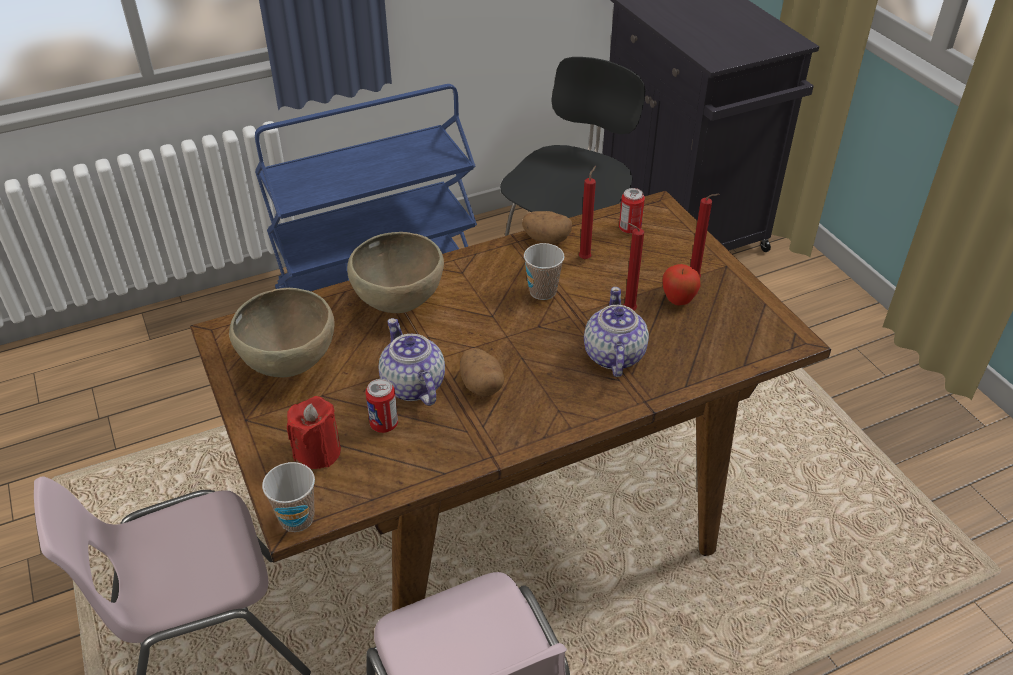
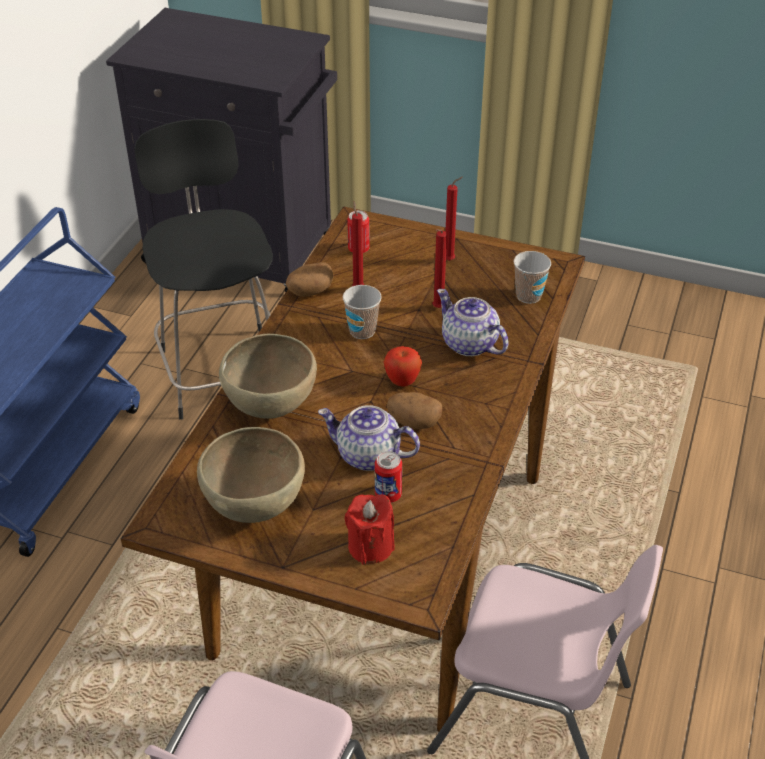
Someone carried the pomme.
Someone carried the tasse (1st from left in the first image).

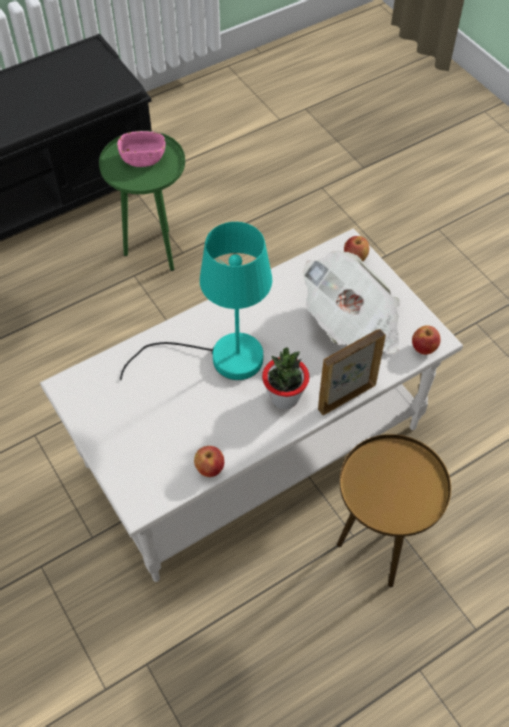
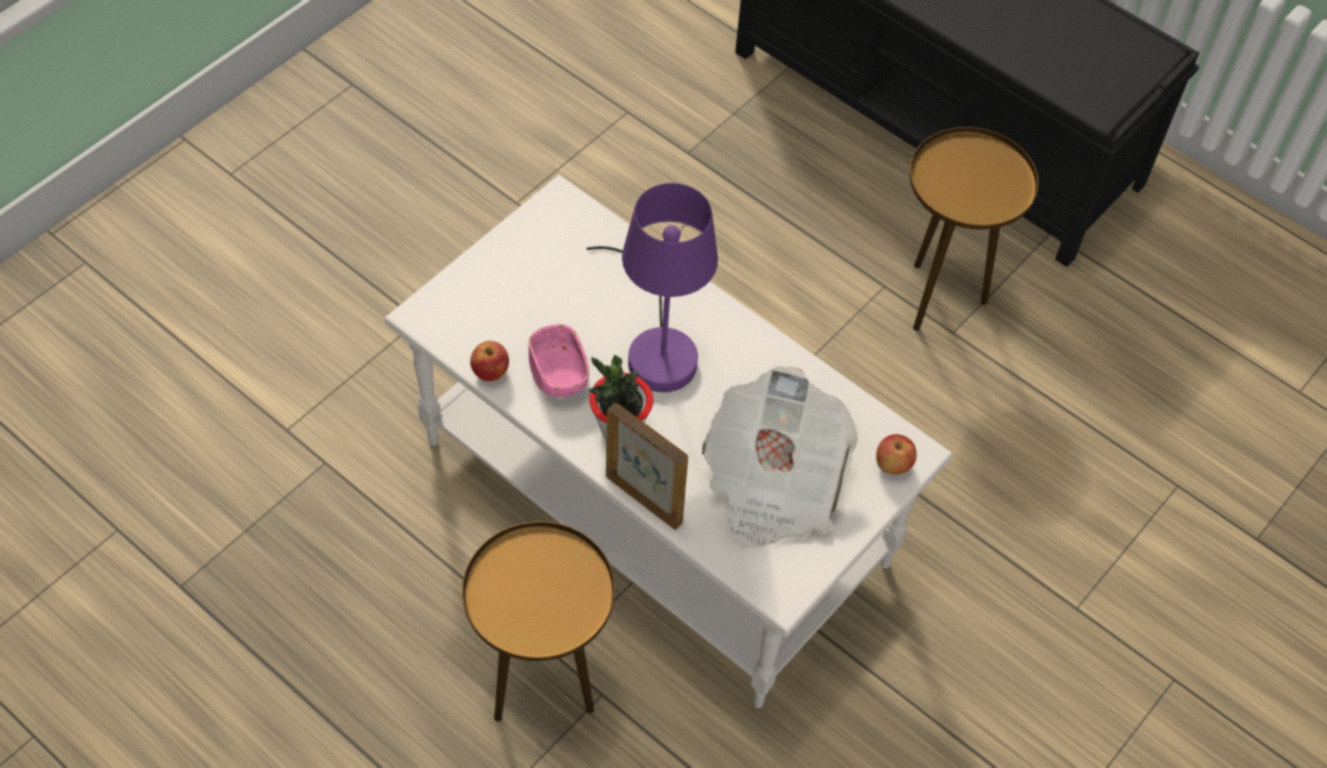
Someone repainted the table d'appoint [vert], which became the table d'appoint [marron] (2nd from left).
Someone carried the bol [rose].
Someone repainted the lampe de table [turquoise], which became the lampe de table [violet].
Someone took away the pomme (3rd from left).

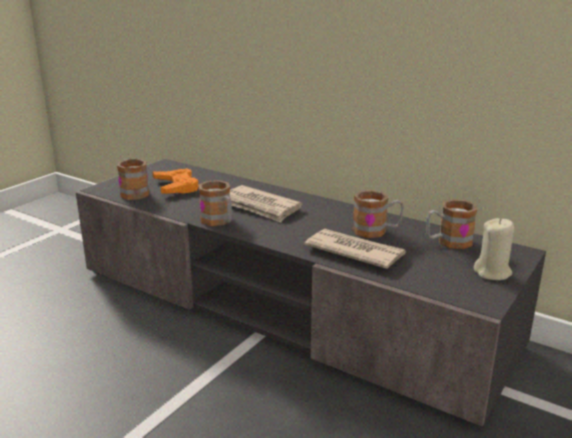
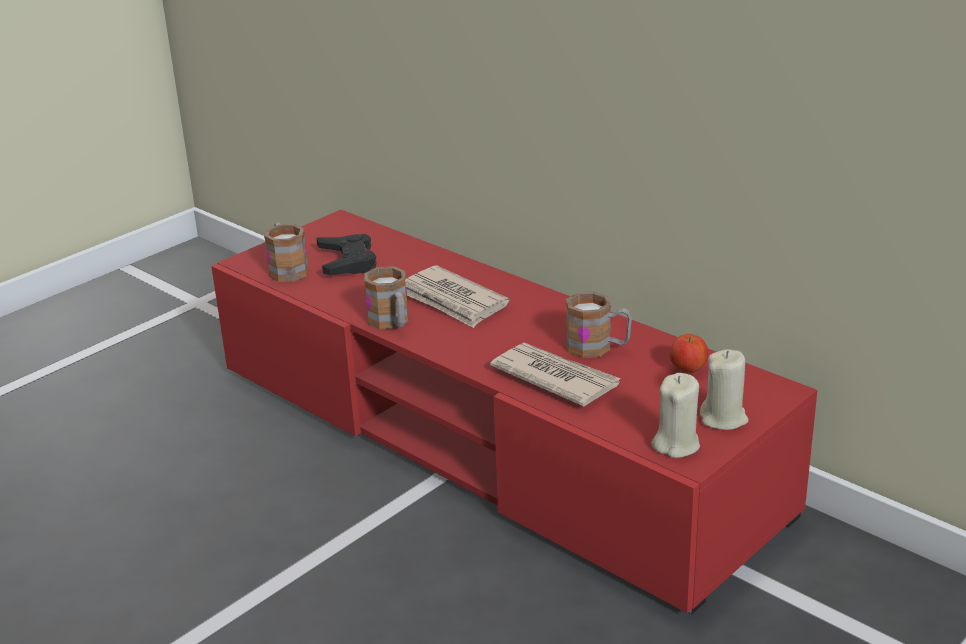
Someone repainted the meuble télé [gris], which became the meuble télé [rouge].
Someone repainted the manette [orange], which became the manette [noir].
Someone swapped the mug (4th from left) for the pomme.
Someone put down the bougie [beige] (1st from left).

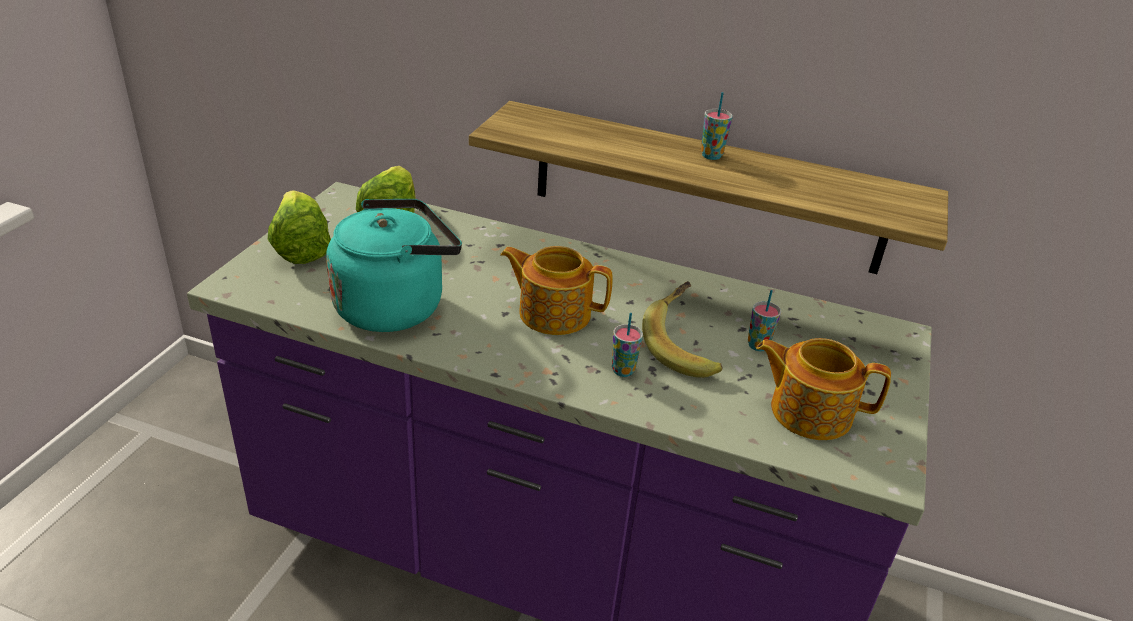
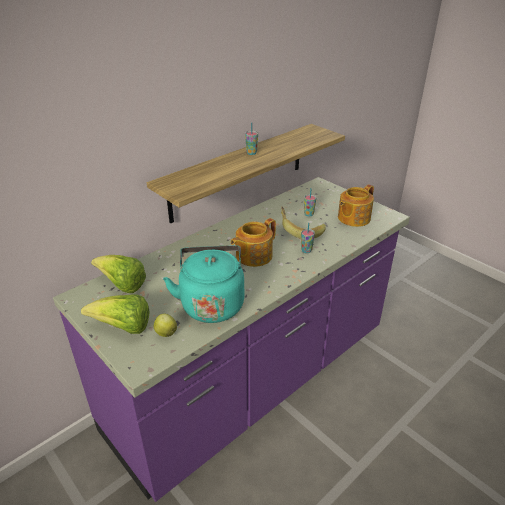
Someone put down the pomme.

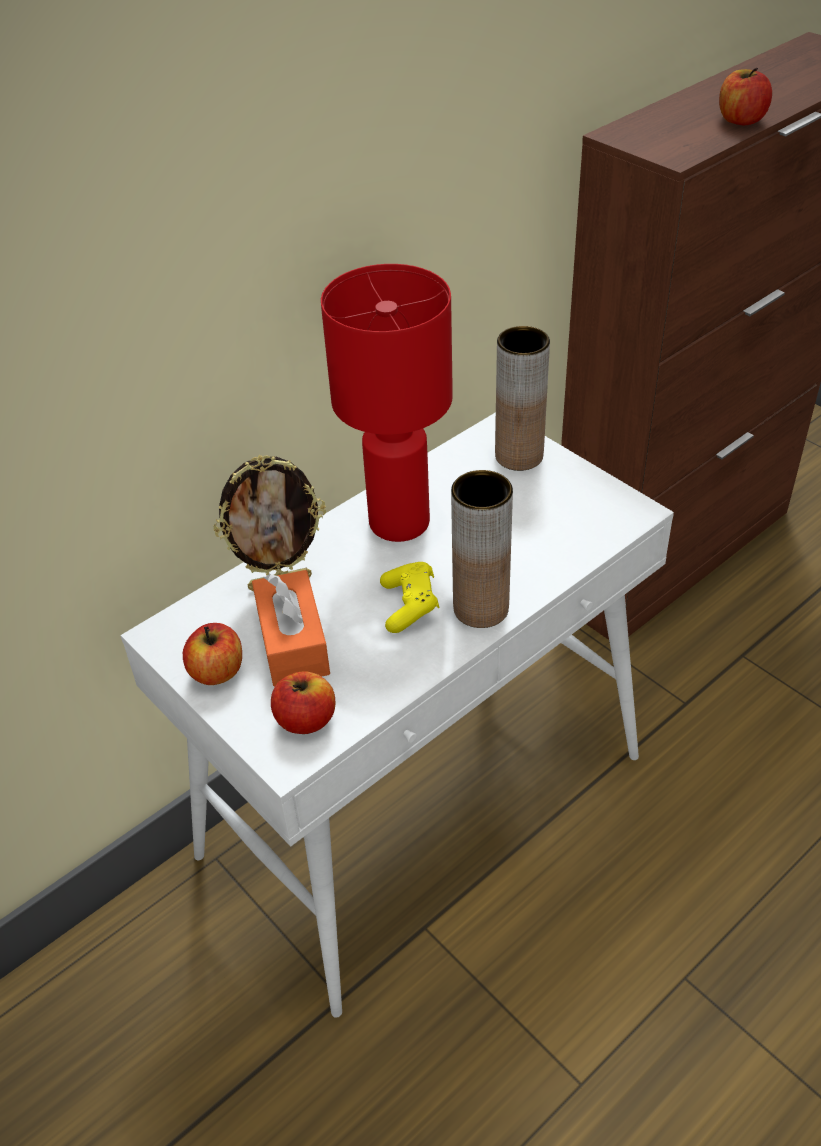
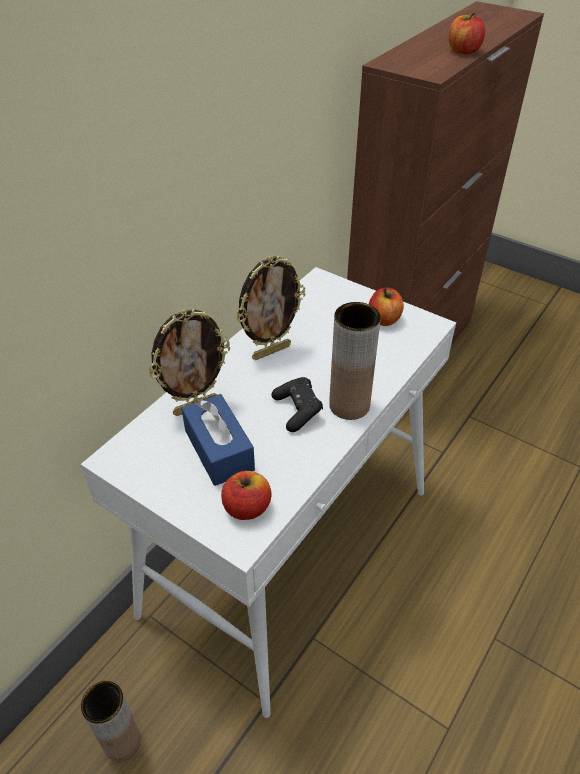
Someone swapped the lampe de table [rouge] for the cadre photo (2nd from left).
Someone carried the vase [marron] (2nd from left in the first image).
Someone repainted the manette [jaune], which became the manette [noir].
Someone repainted the boîte à mouchoirs [orange], which became the boîte à mouchoirs [bleu].
Someone carried the pomme (1st from left in the first image).

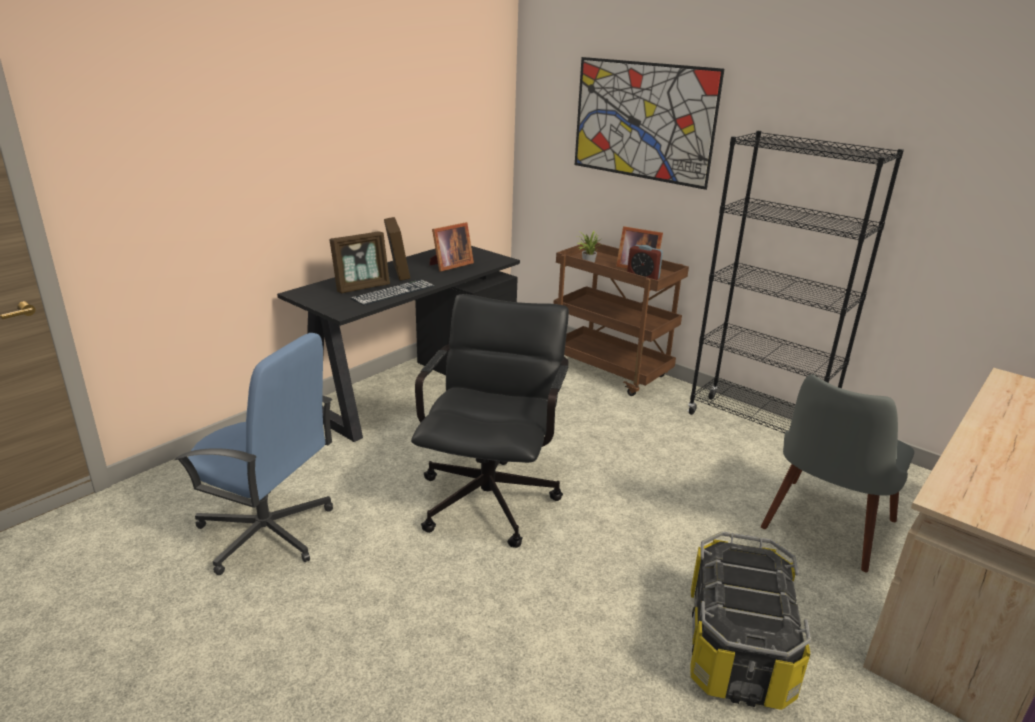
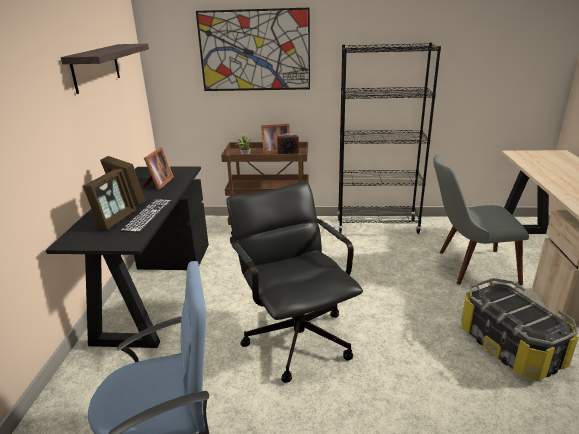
Someone rotated the chaise [gris] by 90 degrees clockwise.
Someone put up the étagère.

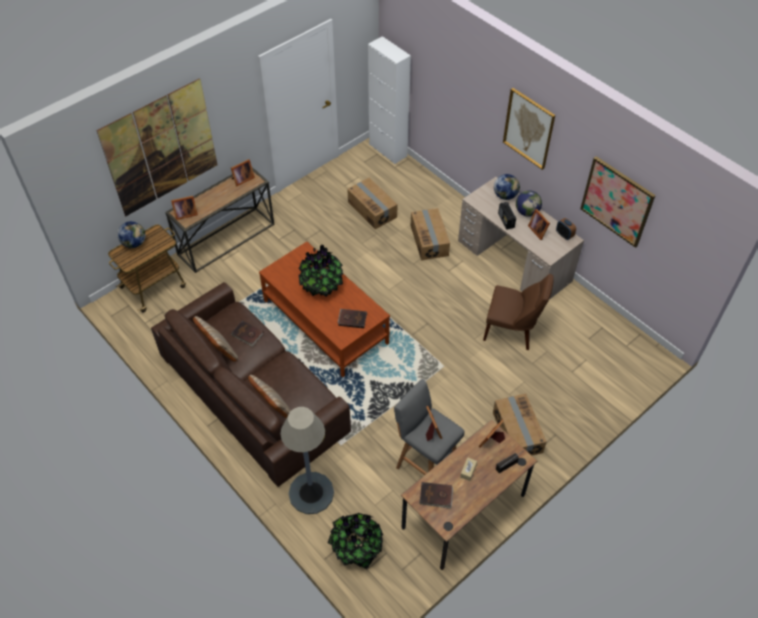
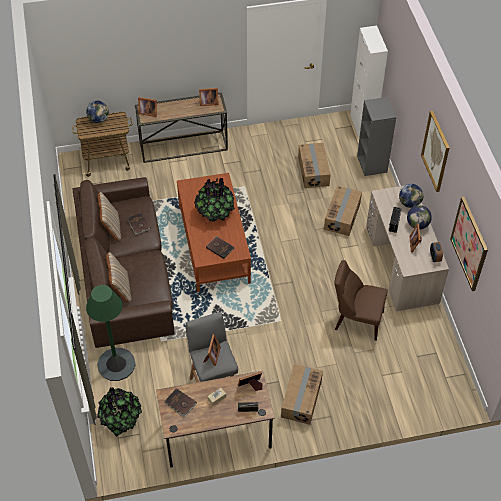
Someone took away the tableau (1st from left).
Someone rotated the chaise [marron] by 150 degrees clockwise.
Someone repainted the lampadaire [gris], which became the lampadaire [vert].
Someone put down the bibliothèque [gris].

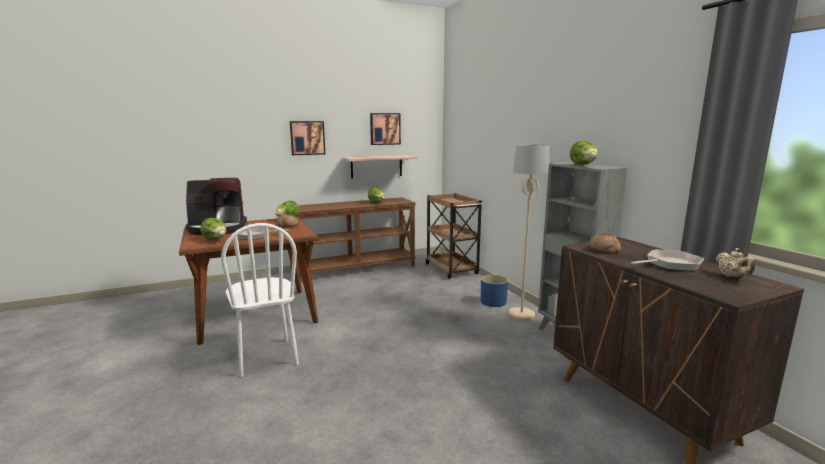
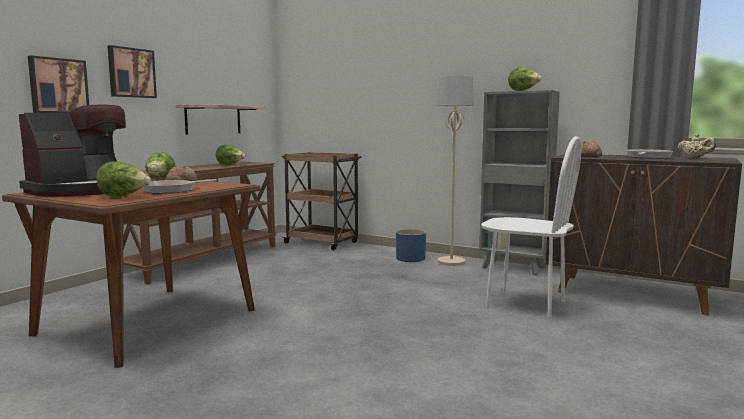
Someone carried the tableau (2nd from left in the first image).
Someone carried the chaise [blanc].

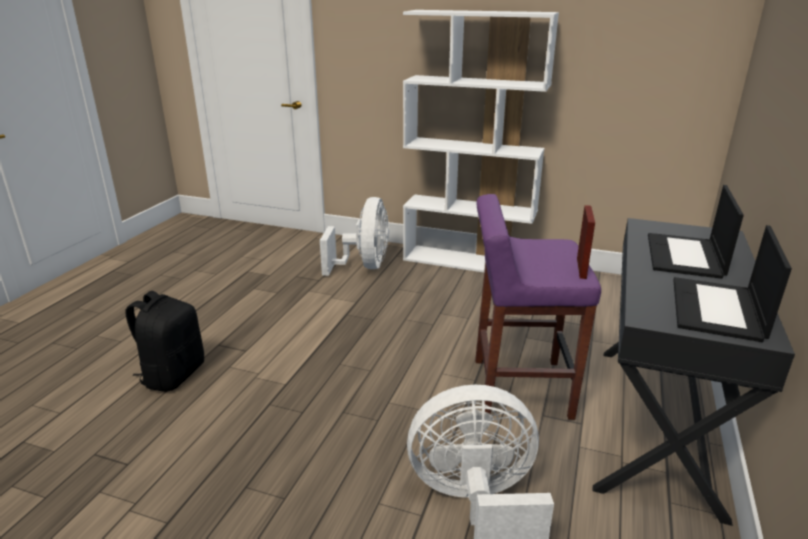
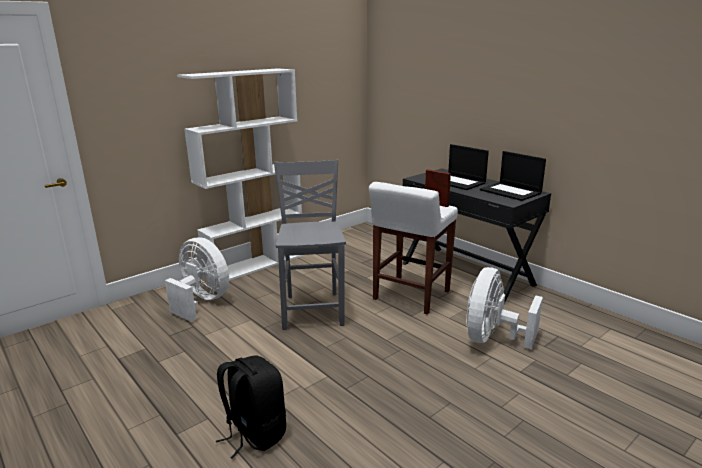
Someone repainted the tabouret [violet], which became the tabouret [blanc].
Someone put down the chaise [gris].

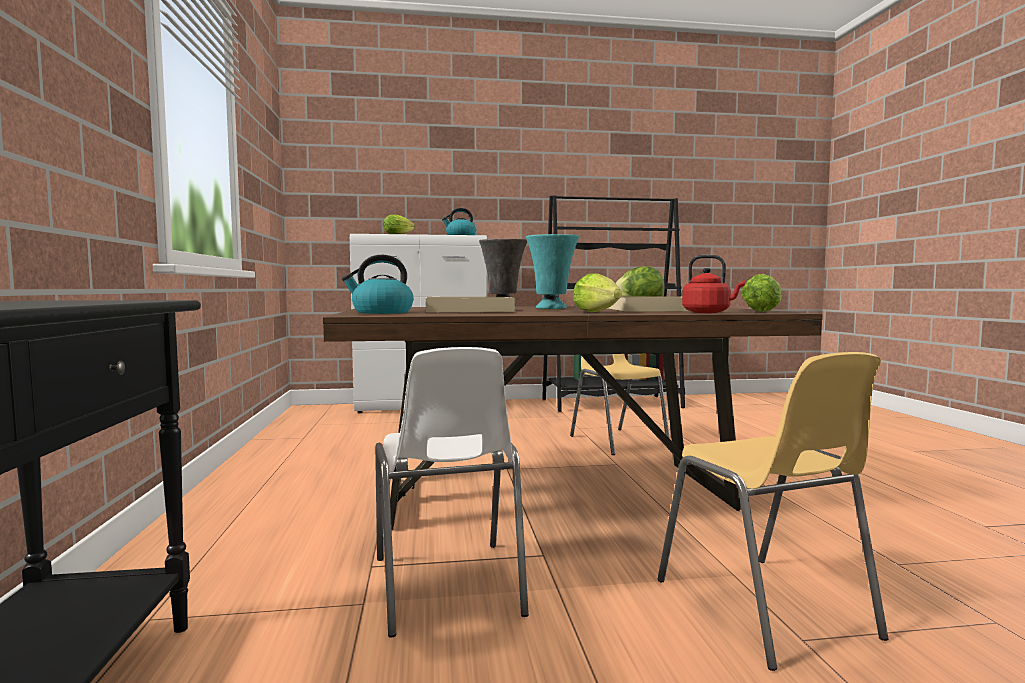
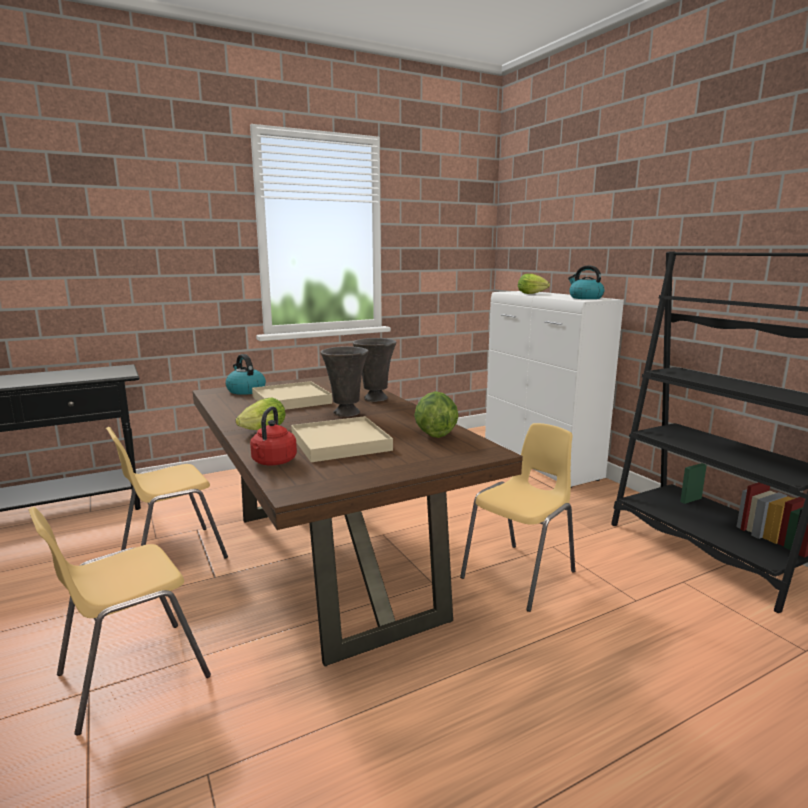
Someone repainted the vase [turquoise], which became the vase [gris] (1st from left).
Someone took away the laitue (4th from left).
Someone repainted the chaise [blanc], which became the chaise [jaune] (2nd from left).

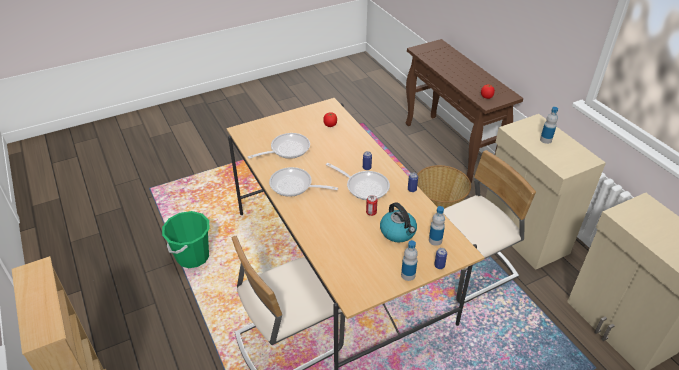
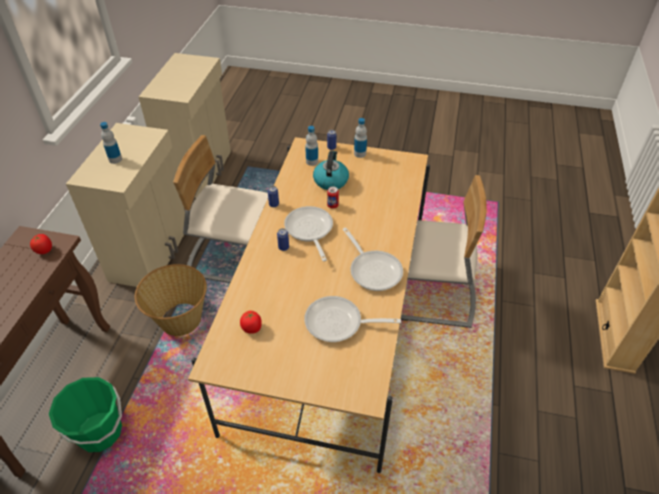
Someone carried the seau [vert].

